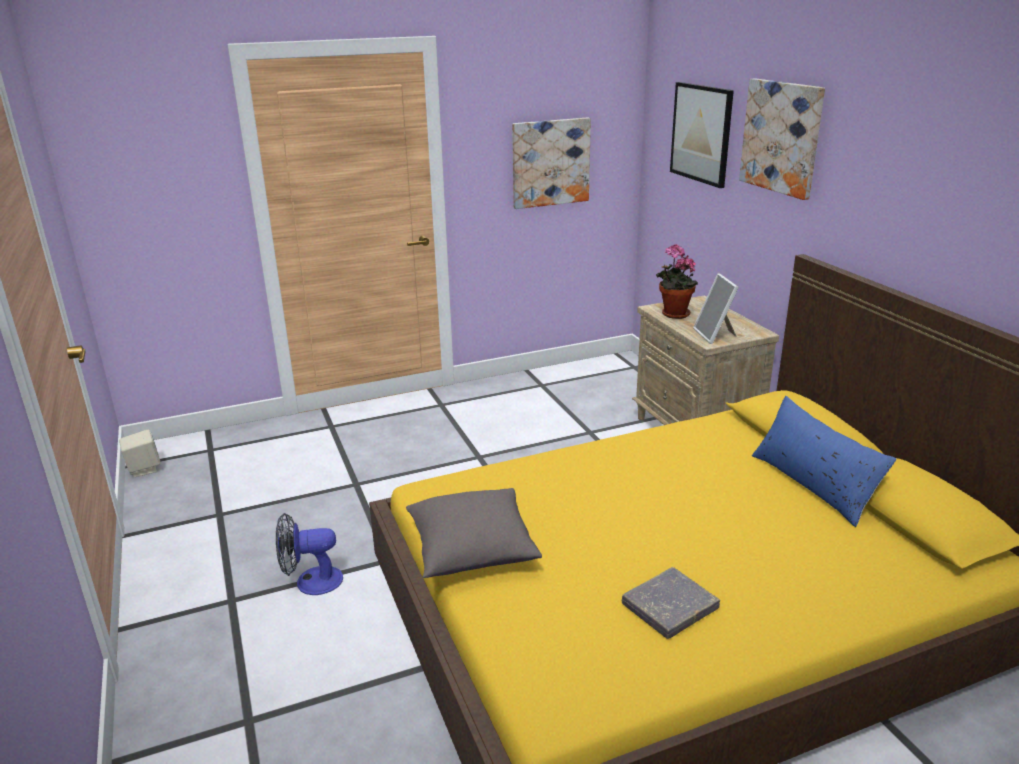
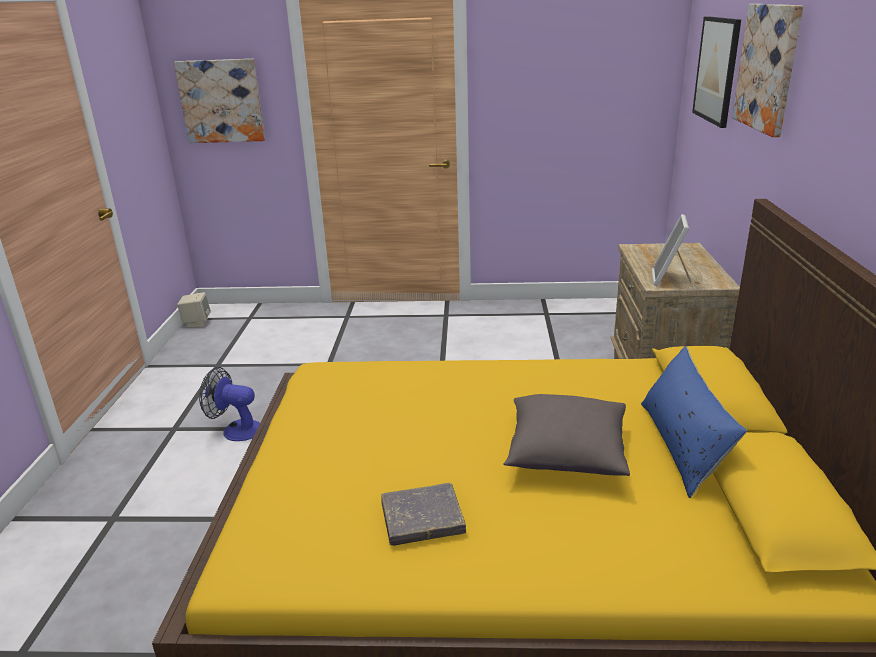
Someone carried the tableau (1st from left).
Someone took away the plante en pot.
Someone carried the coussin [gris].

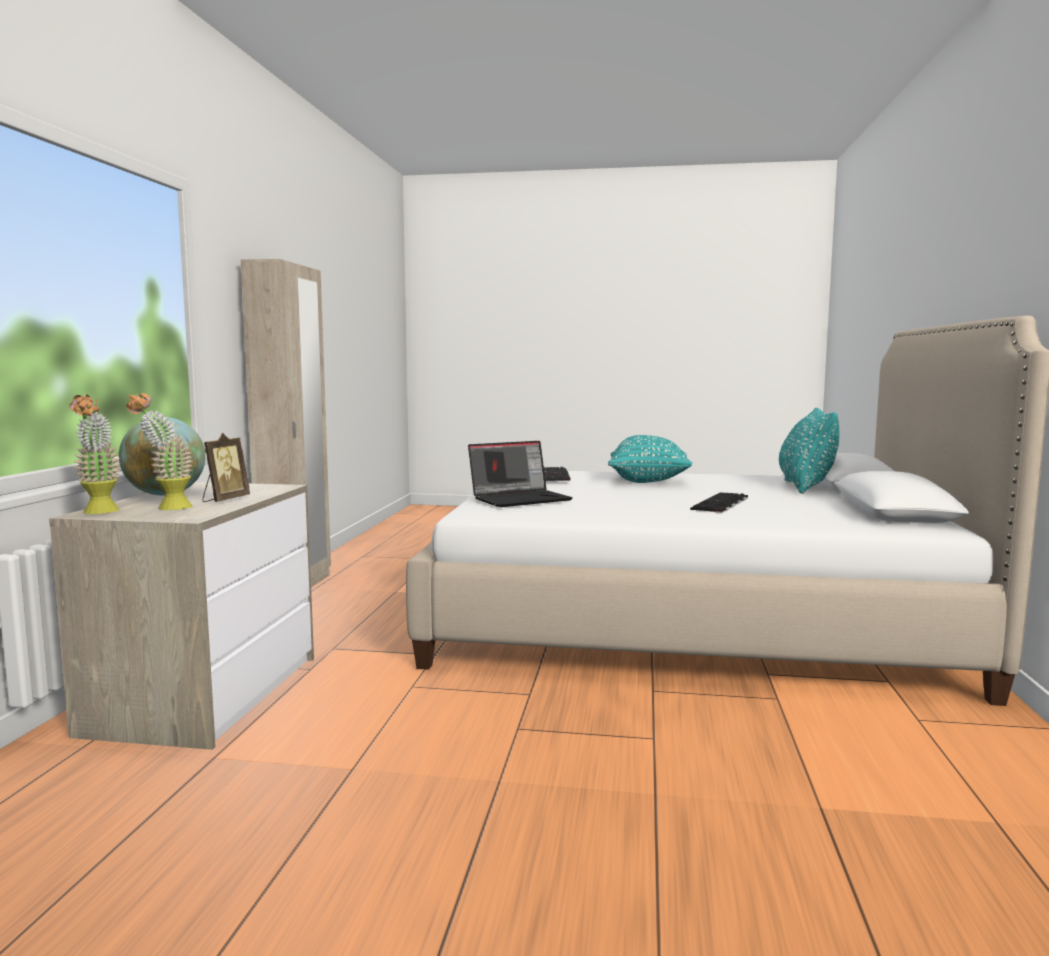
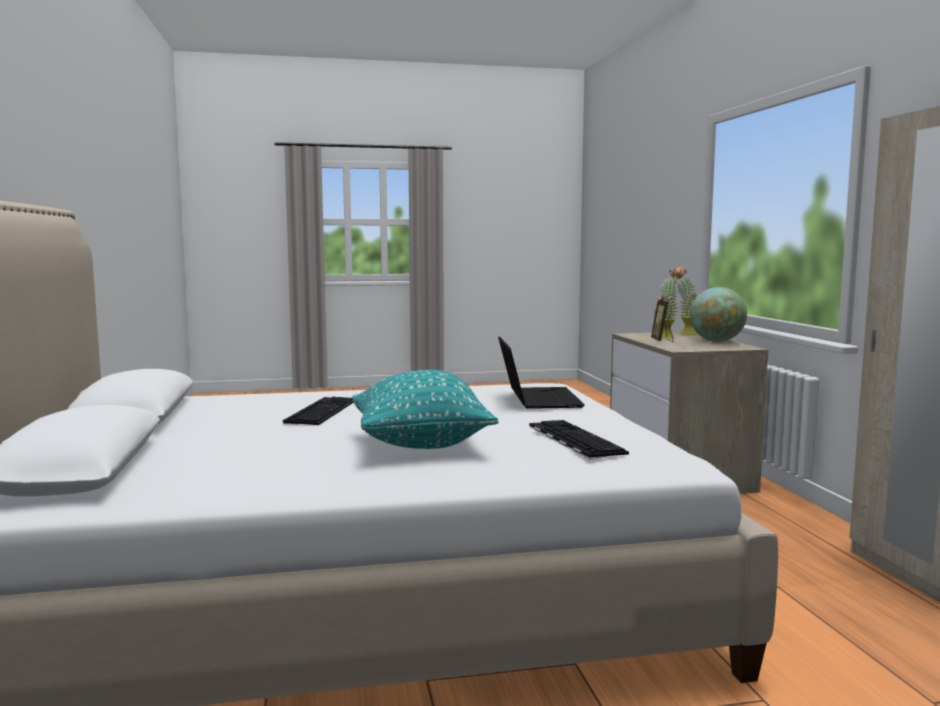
Someone took away the coussin [turquoise] (2nd from left).
Someone rotated the ordinateur portable by 135 degrees clockwise.

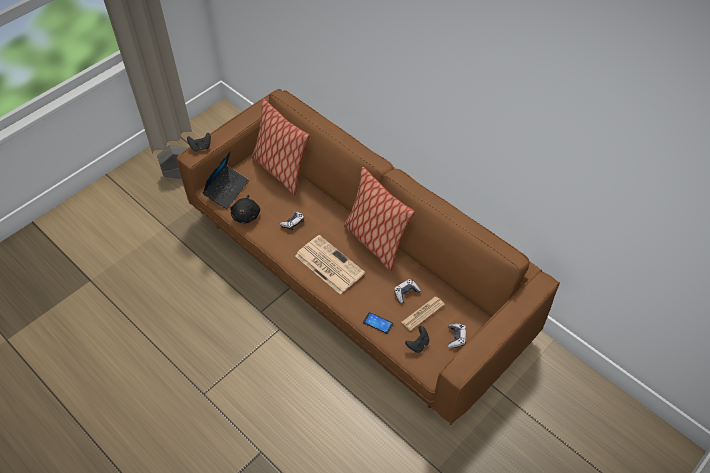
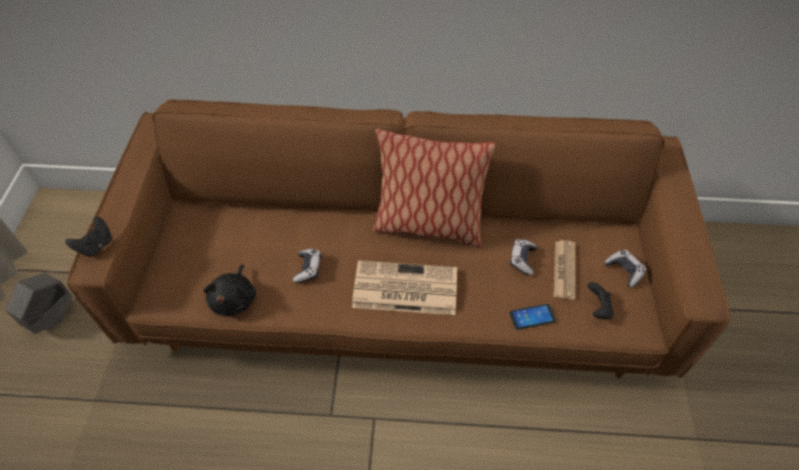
Someone took away the coussin (1st from left).
Someone took away the ordinateur portable.
Someone rotated the peluche [noir] by 45 degrees clockwise.

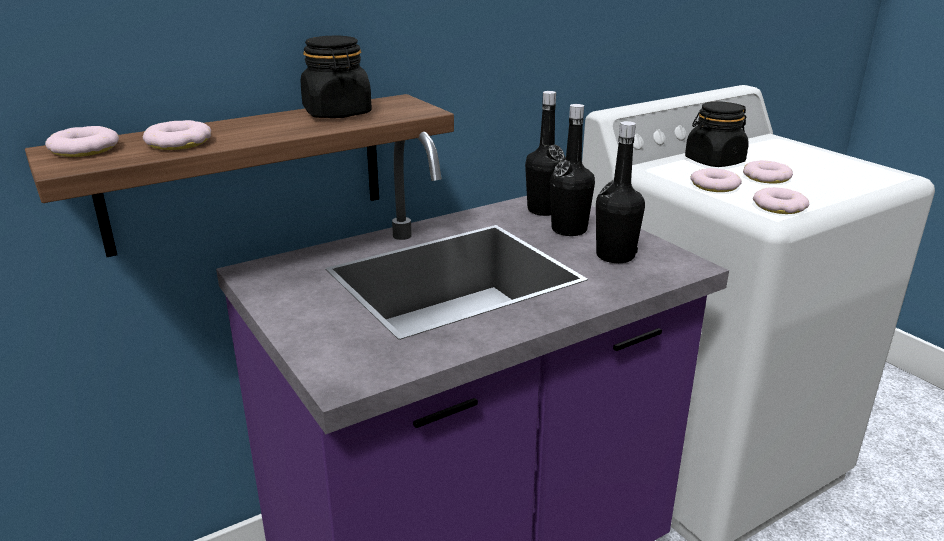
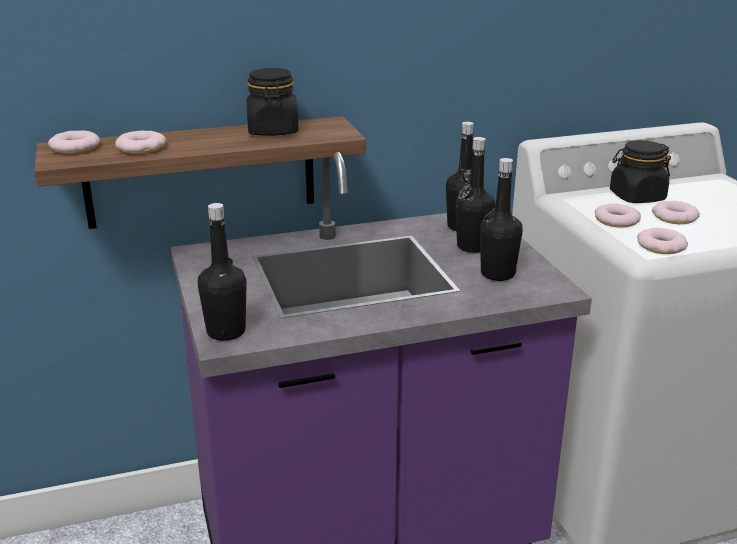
Someone put down the bouteille [noir] (1st from left).

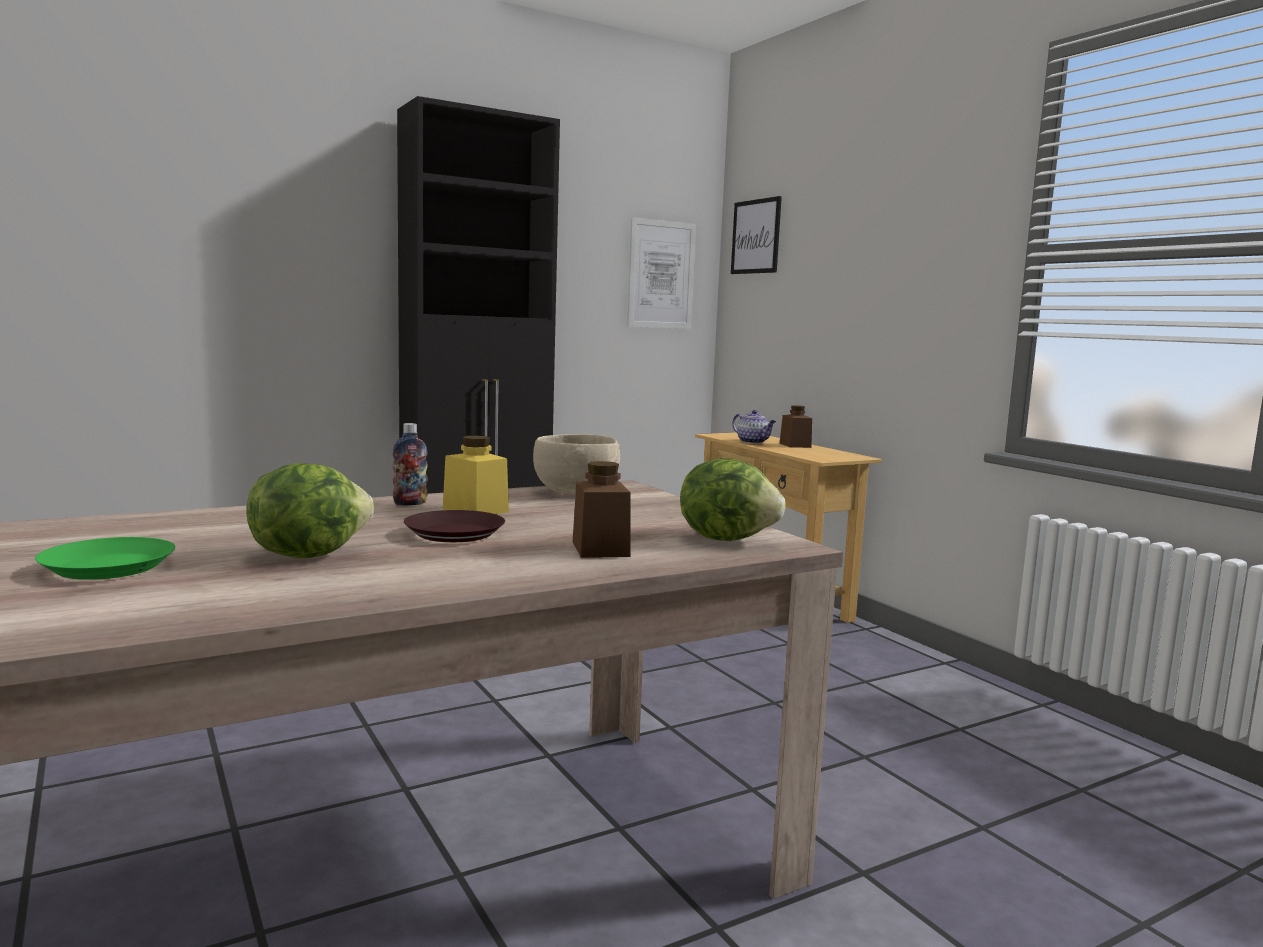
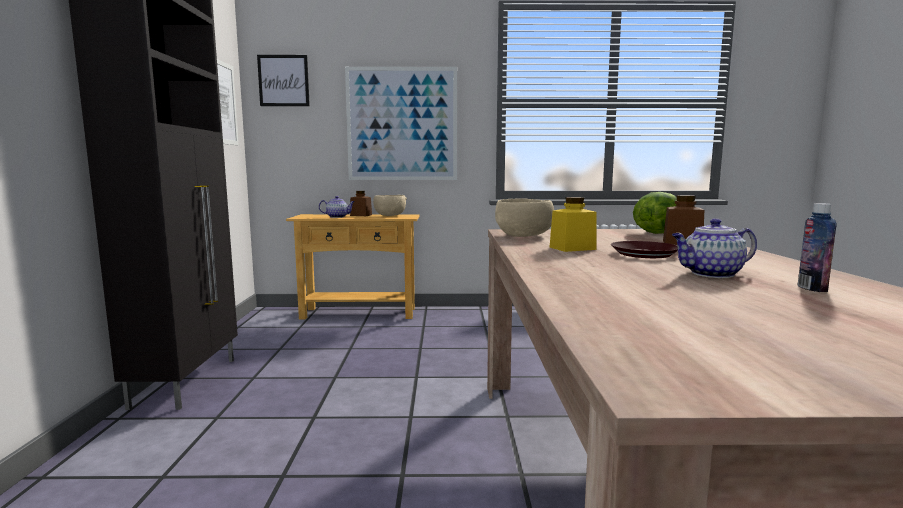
Someone carried the bouteille.
Someone swapped the laitue (1st from left) for the théière (2nd from left).
Someone took away the assiette [vert].
Someone put up the tableau (3rd from left).
Someone put down the bol [beige] (1st from left).

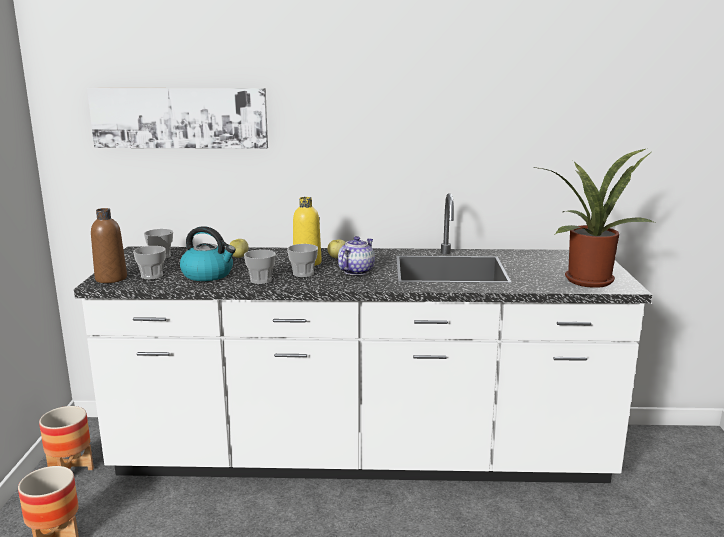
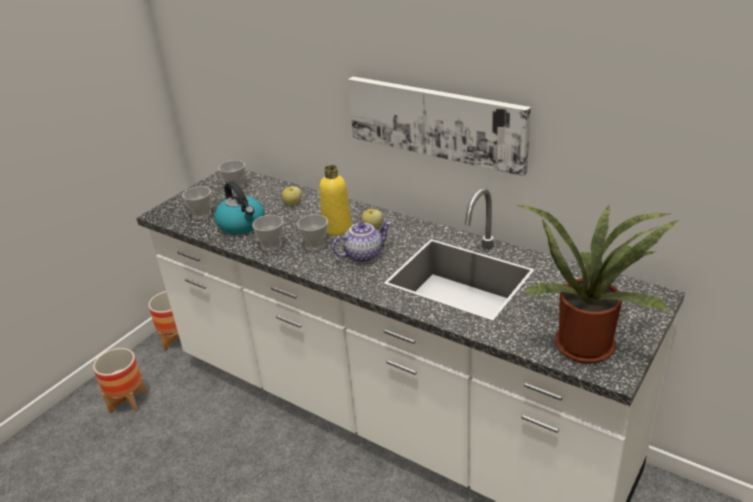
Someone carried the tableau.
Someone took away the bouteille [marron].

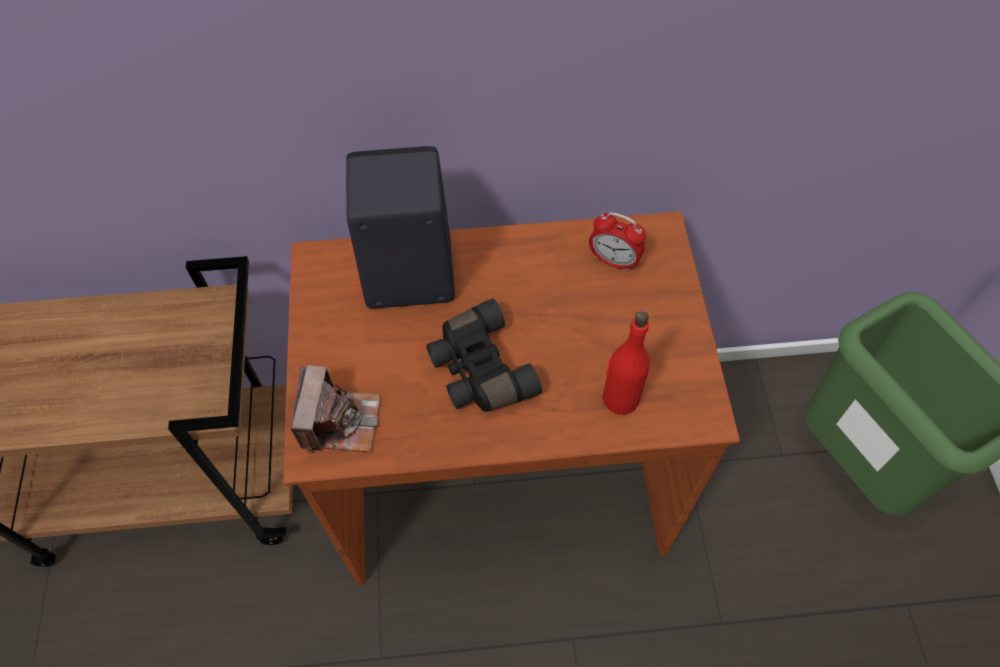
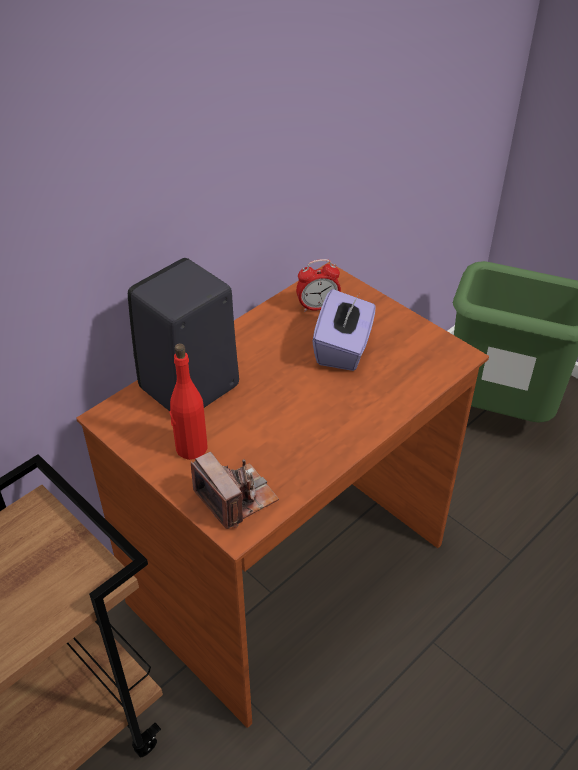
Someone took away the jumelles [noir].
Someone carried the bouteille [rouge].
Someone put down the boîte à mouchoirs [violet].

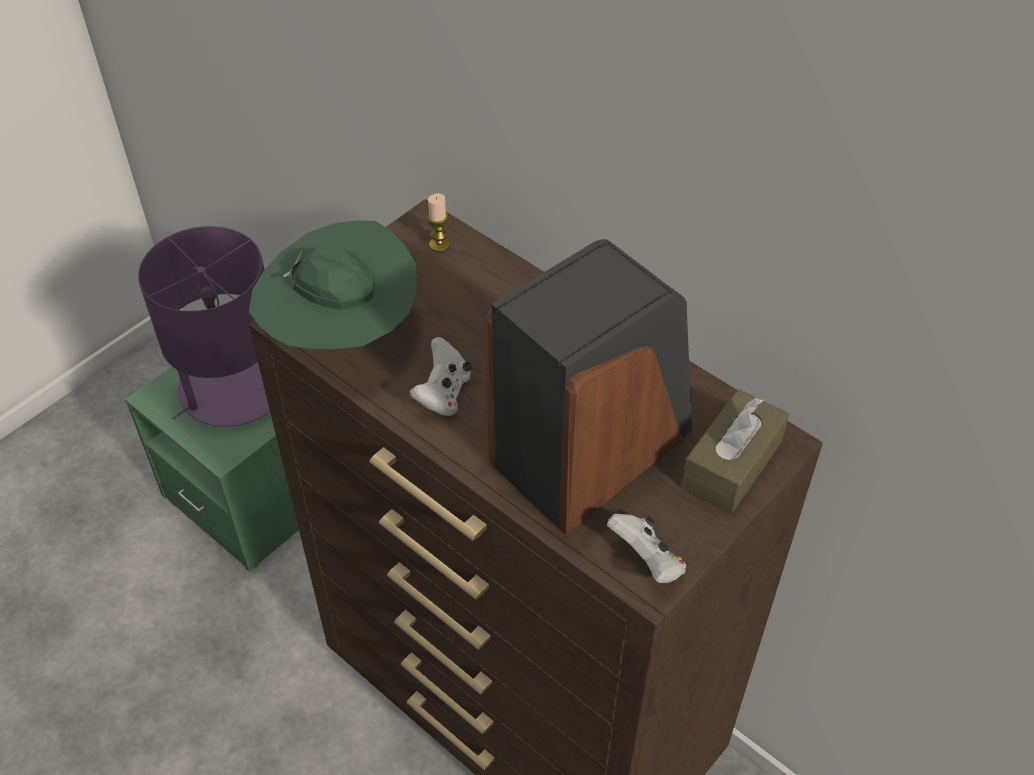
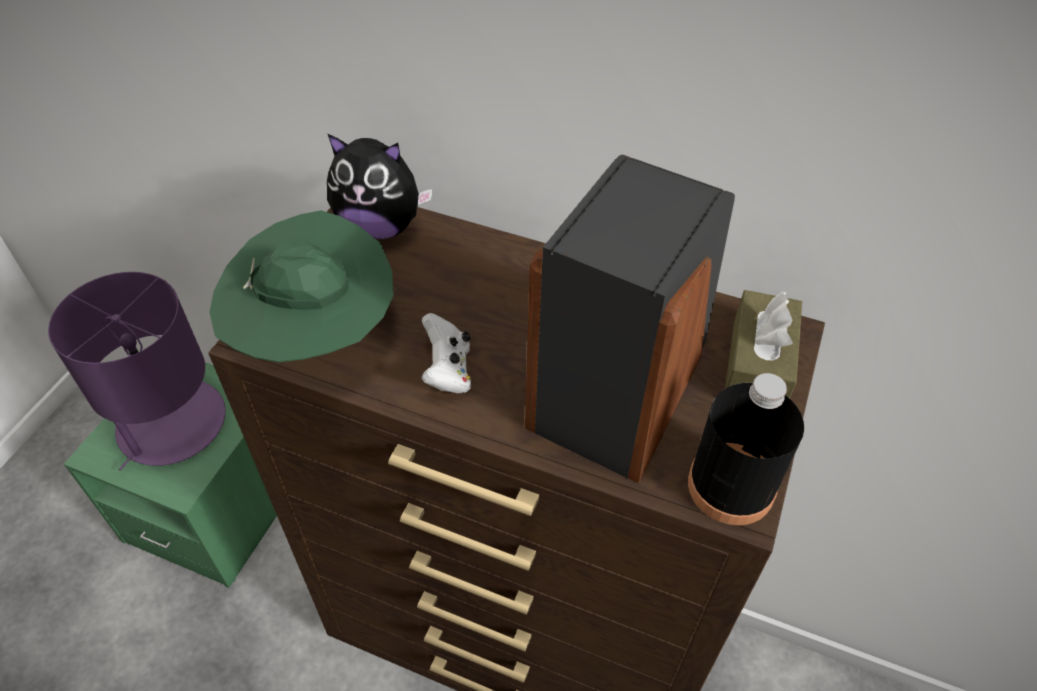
Someone swapped the bougie for the peluche.
Someone swapped the manette [blanc] (2nd from left) for the bouteille [noir].

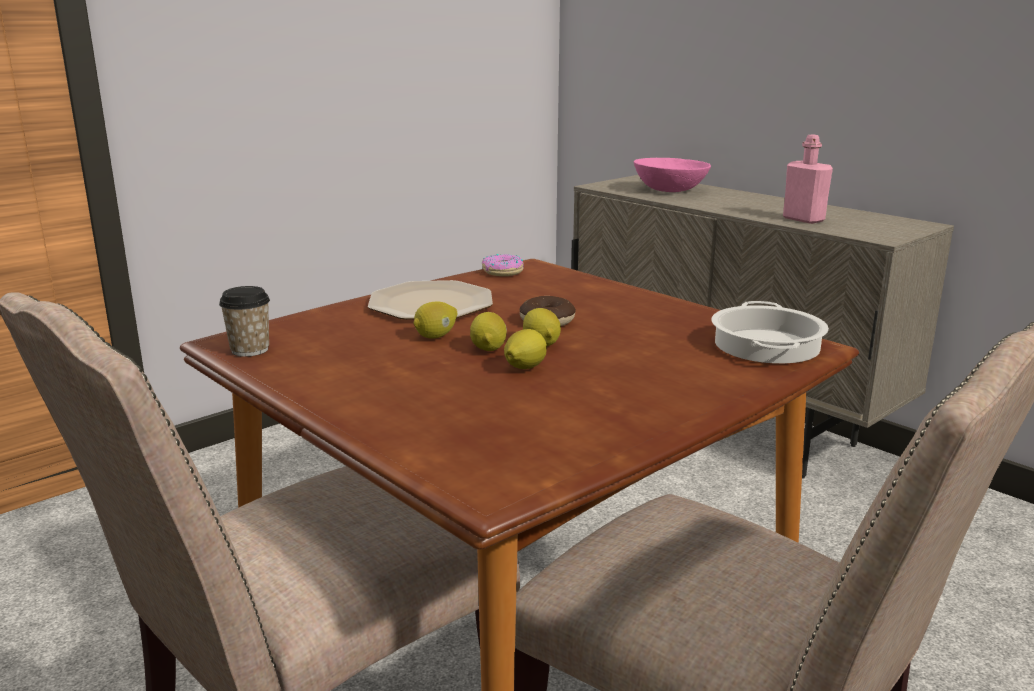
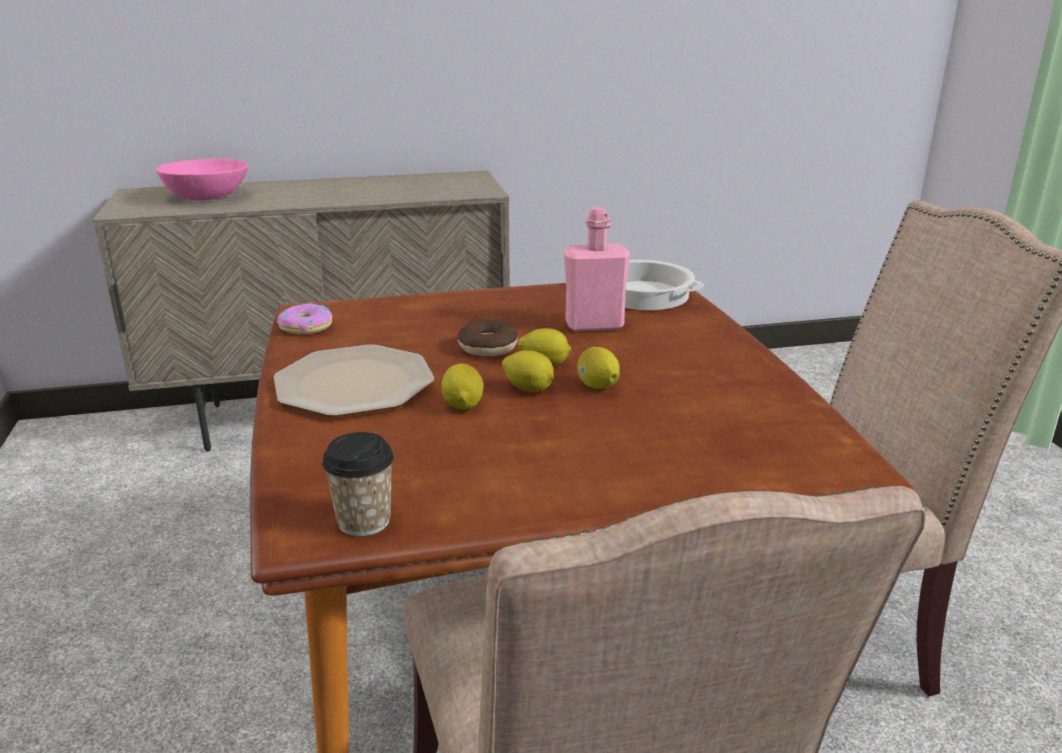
Someone carried the bouteille [rose].

